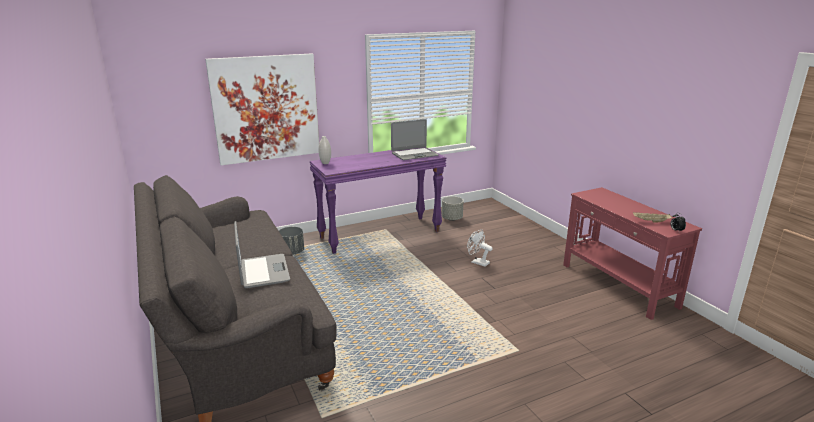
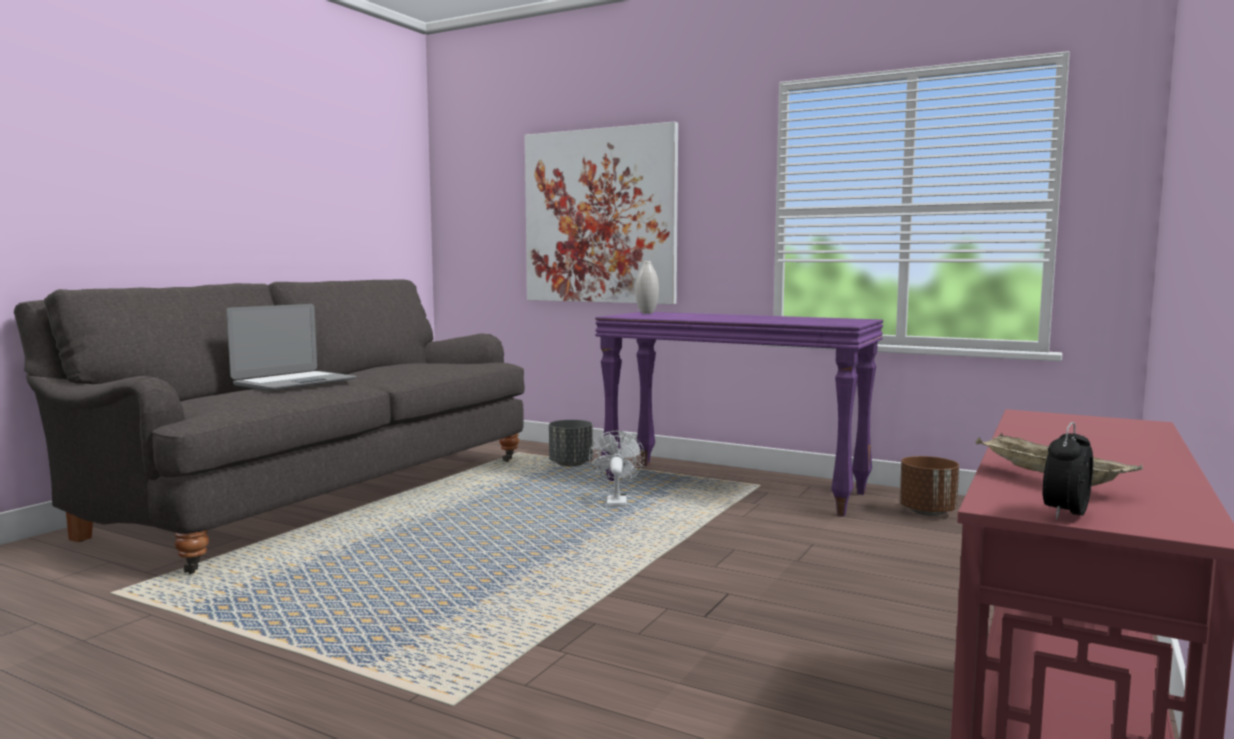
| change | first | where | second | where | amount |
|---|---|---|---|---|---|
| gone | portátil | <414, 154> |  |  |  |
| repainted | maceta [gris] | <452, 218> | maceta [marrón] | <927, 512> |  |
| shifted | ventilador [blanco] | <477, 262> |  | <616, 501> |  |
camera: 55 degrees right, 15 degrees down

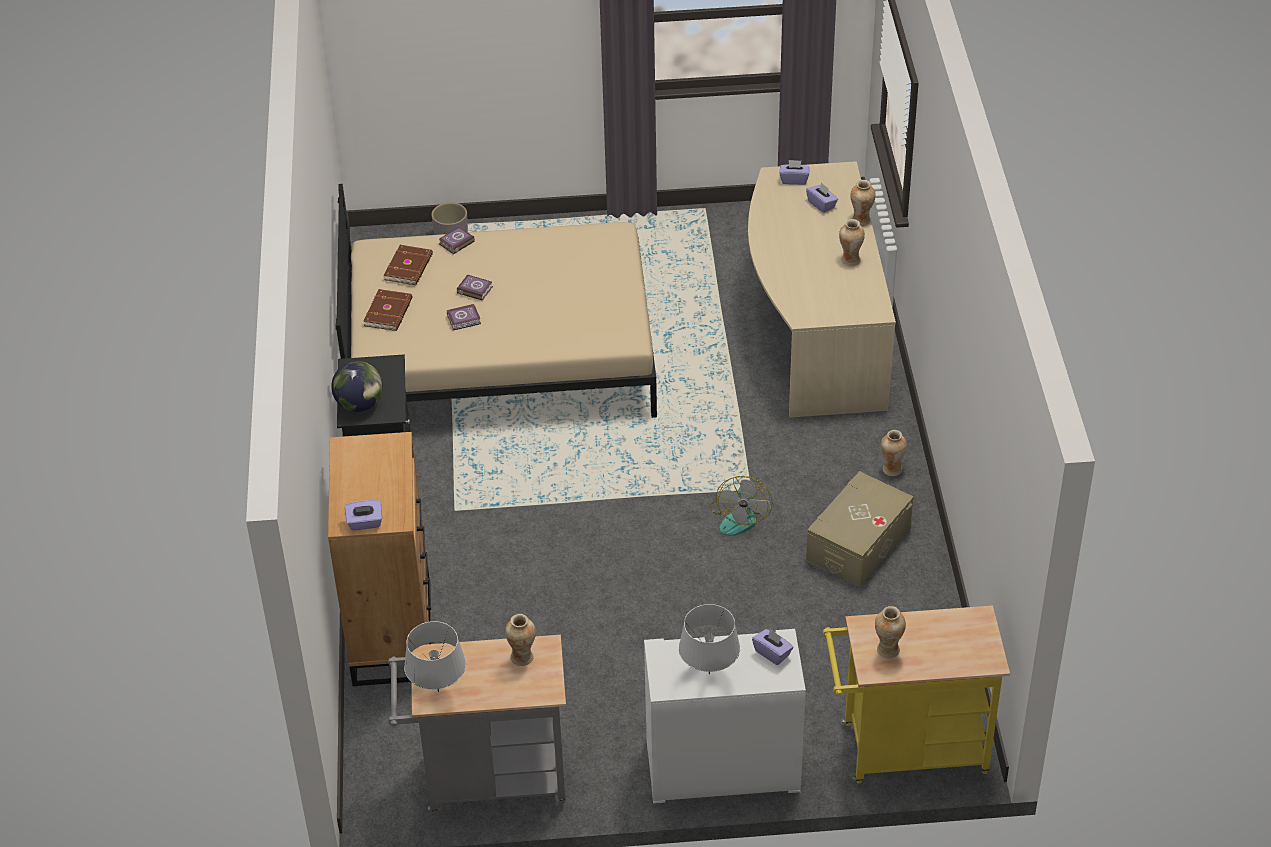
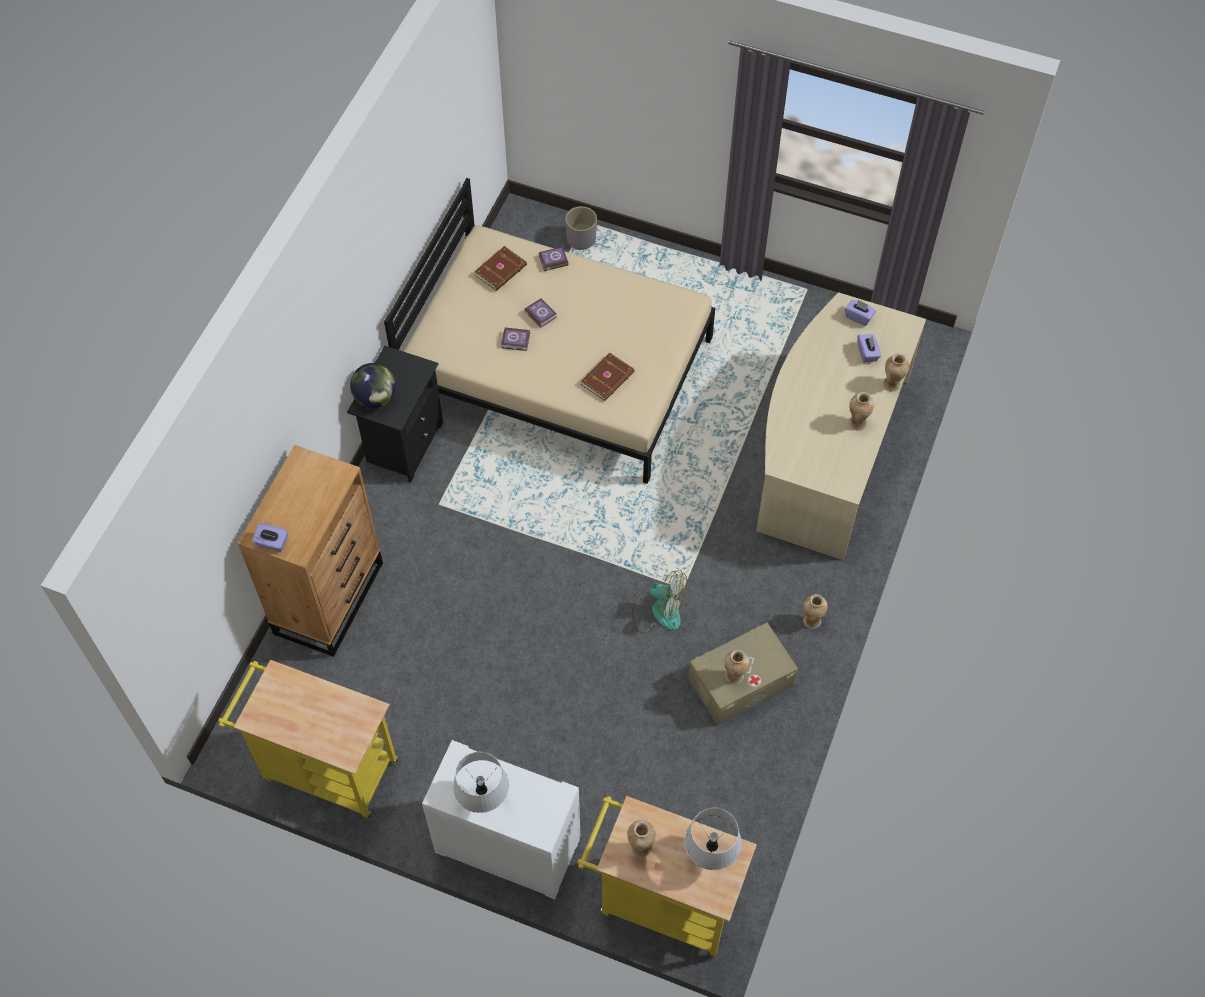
| change | first | where | second | where | amount |
|---|---|---|---|---|---|
| shifted | libro [marrón] | <389, 312> |  | <608, 378> |  |
| rotated | ventilador | <739, 516> |  | <658, 611> | 105 degrees counterclockwise |
| shifted | florero | <522, 657> |  | <734, 676> |  |
| shifted | lámpara de mesa [gris] | <438, 691> |  | <710, 854> |  |
| gone | caja de pañuelos [morado] | <772, 653> |  |  |  |
| repainted | carrito [gris] | <486, 779> | carrito [amarillo] | <323, 768> |  |
camera: 25 degrees right, 15 degrees up

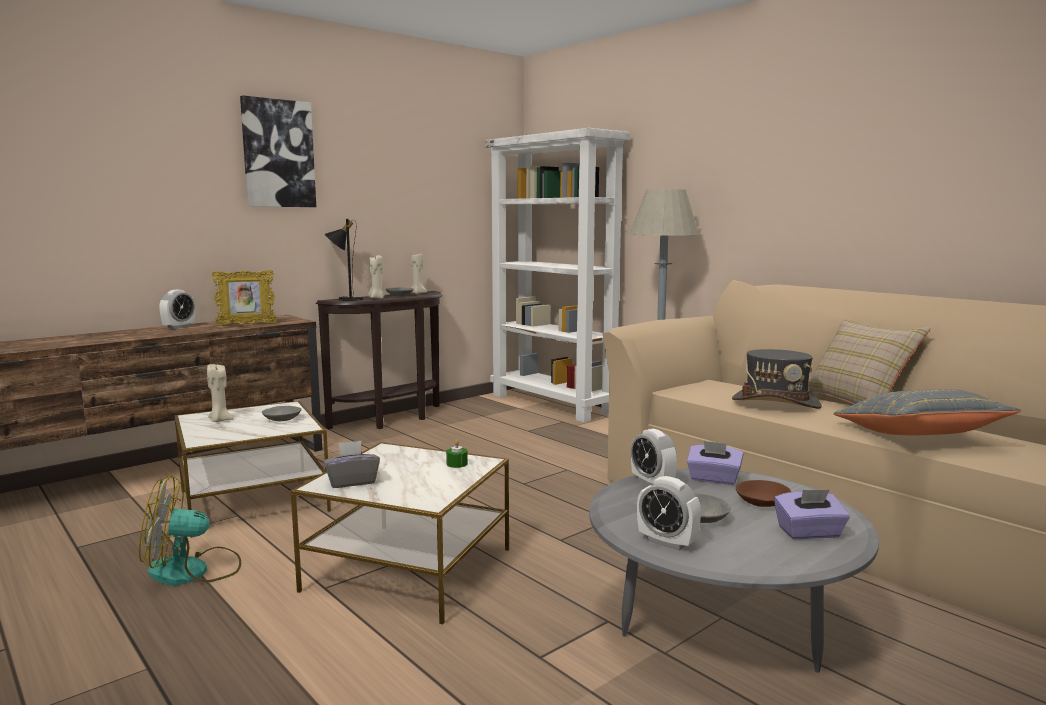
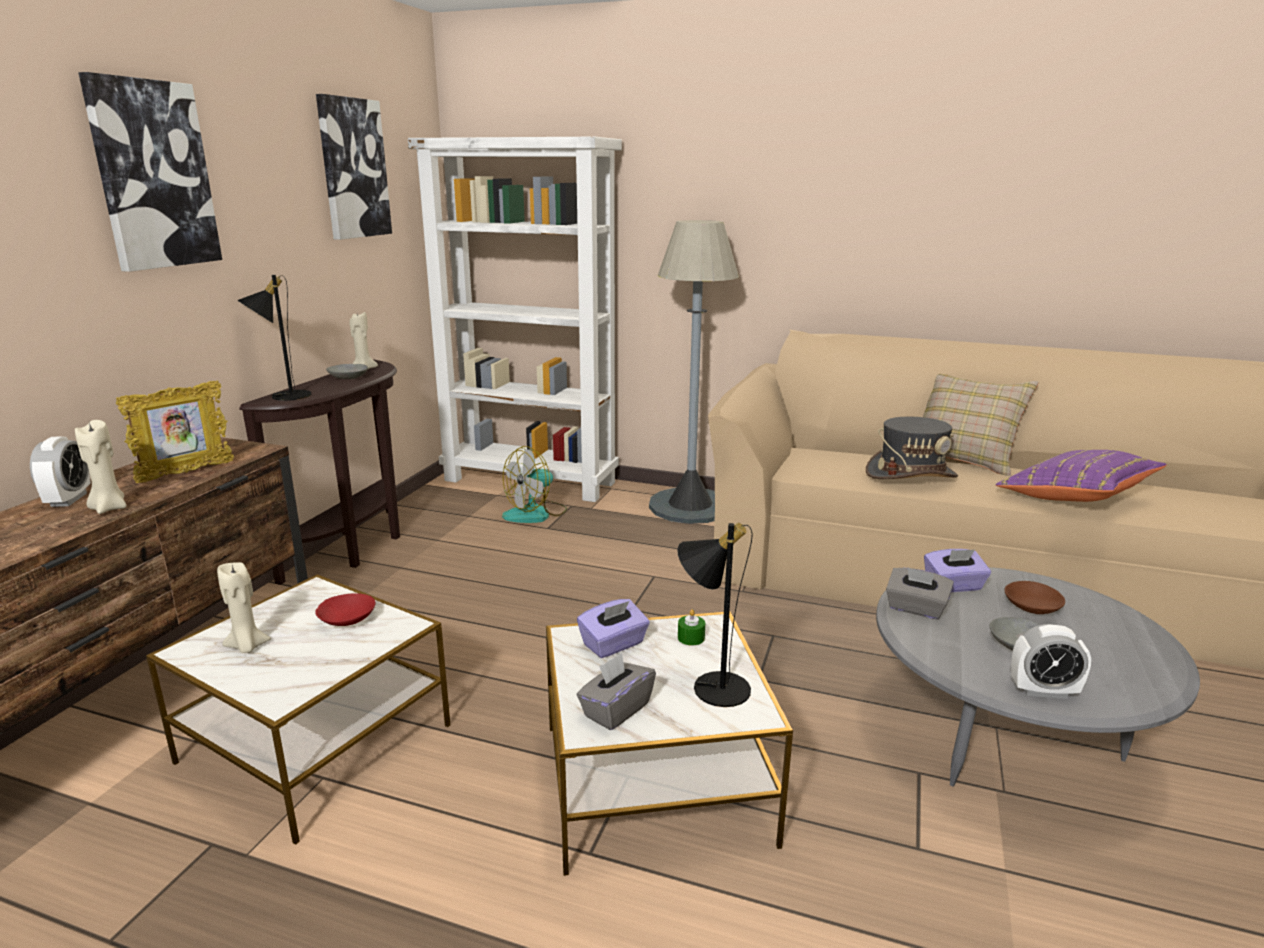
| change | first | where | second | where | amount |
|---|---|---|---|---|---|
| shifted | vela [beis] | <376, 298> |  | <109, 508> |  |
| repainted | cojín [gris] | <918, 437> | cojín [morado] | <1074, 498> |  |
| repainted | cuenco [gris] | <282, 419> | cuenco [rojo] | <347, 619> |  |
| swapped | despertador | <652, 483> | caja de pañuelos [gris] | <916, 609> |  |
| shifted | ventilador | <193, 571> |  | <535, 513> |  |
| shifted | caja de pañuelos [morado] | <809, 533> |  | <614, 644> |  |
| new |  |  | cuadro | <353, 168> |  |
| new |  |  | lámpara de mesa [negro] | <712, 684> |  |
camera: 30 degrees left, 10 degrees up

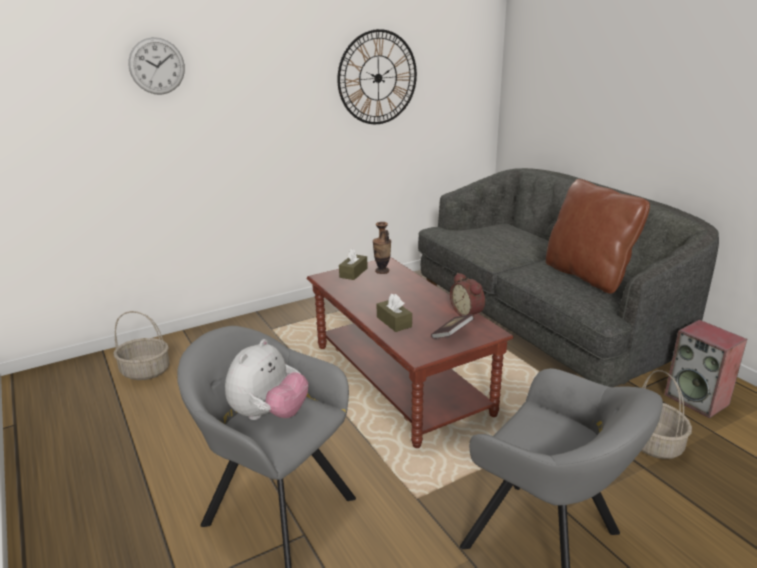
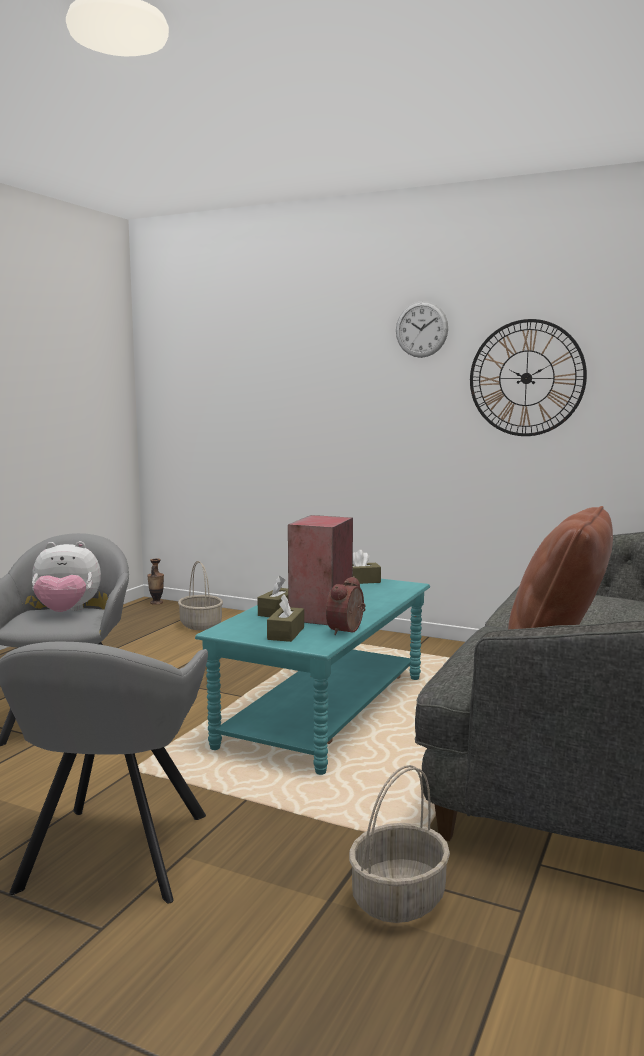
| change | first | where | second | where | amount |
|---|---|---|---|---|---|
| shifted | reloj de pared | <157, 66> |  | <421, 329> |  |
| shifted | florero | <382, 271> |  | <156, 603> |  |
| repainted | mesa de centro [marrón] | <400, 379> | mesa de centro [turquesa] | <325, 711> |  |
| swapped | libro | <452, 334> | caja de pañuelos [marrón] | <286, 633> |  |
| shifted | altavoz | <697, 400> |  | <321, 615> |  |
camera: 55 degrees right, 15 degrees down

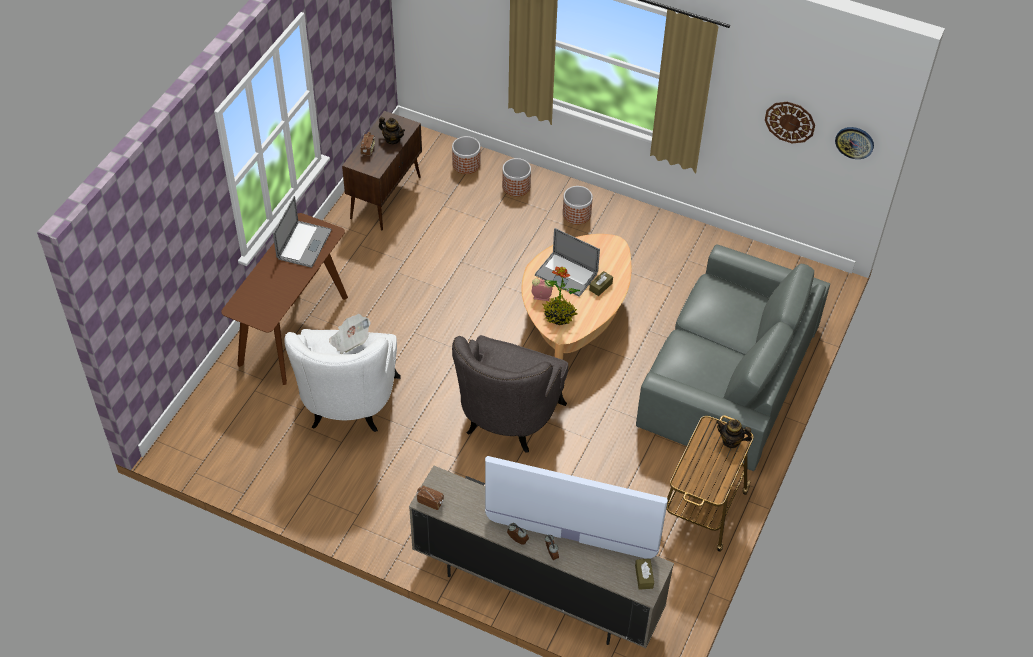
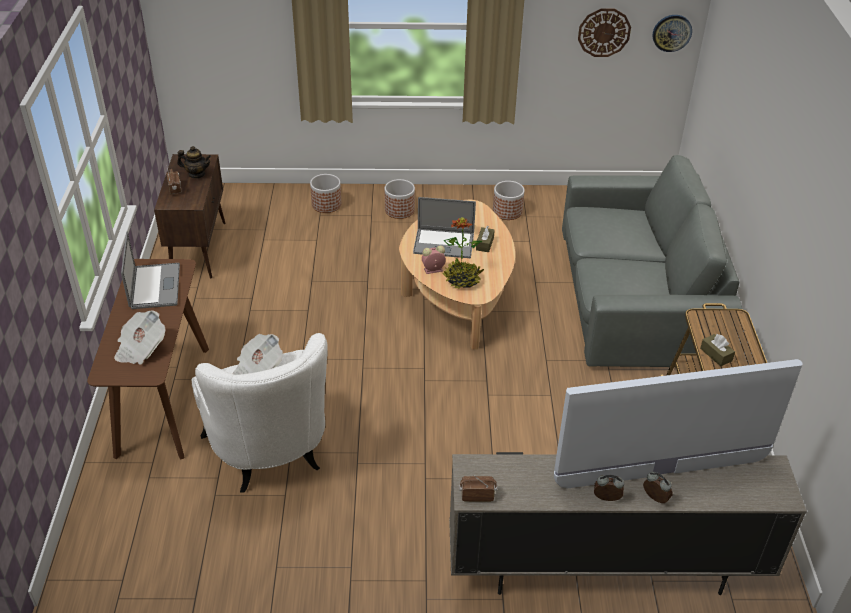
| change | first | where | second | where | amount |
|---|---|---|---|---|---|
| shifted | maceta | <466, 164> |  | <507, 211> |  |
| gone | sillón [gris] | <507, 420> |  |  |  |
| gone | tetera | <731, 441> |  |  |  |
| shifted | caja de pañuelos [marrón] | <644, 577> |  | <716, 354> |  |
| new |  |  | periódico | <140, 349> |  |
camera: 25 degrees left, 10 degrees down

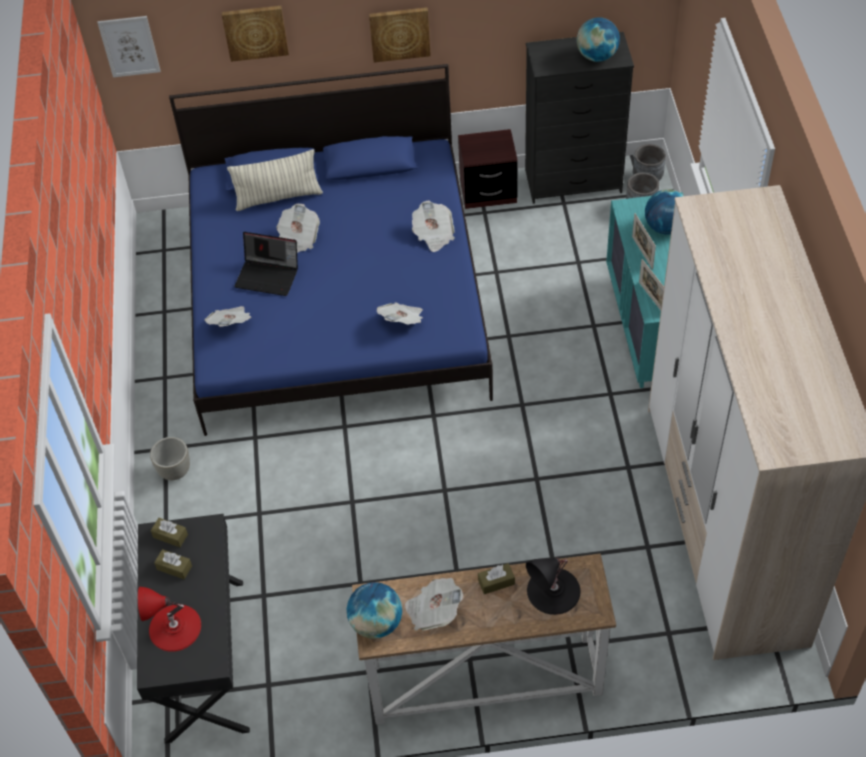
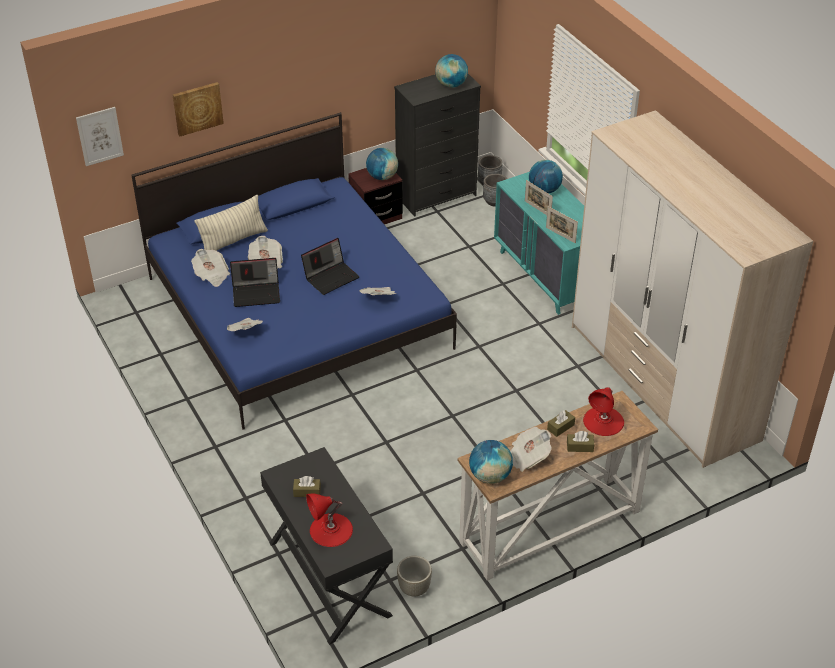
| change | first | where | second | where | amount |
|---|---|---|---|---|---|
| gone | cuadro | <399, 33> |  |  |  |
| shifted | periódico | <433, 235> |  | <211, 275> |  |
| shifted | maceta [gris] | <175, 471> |  | <414, 588> |  |
| shifted | caja de pañuelos [marrón] | <170, 536> |  | <580, 447> |  |
| repainted | lámpara de mesa [negro] | <553, 591> | lámpara de mesa [rojo] | <603, 421> |  |
| new |  |  | globo terráqueo | <382, 177> |  |
| new |  |  | portátil | <331, 277> |  |
camera: 25 degrees left, 10 degrees down

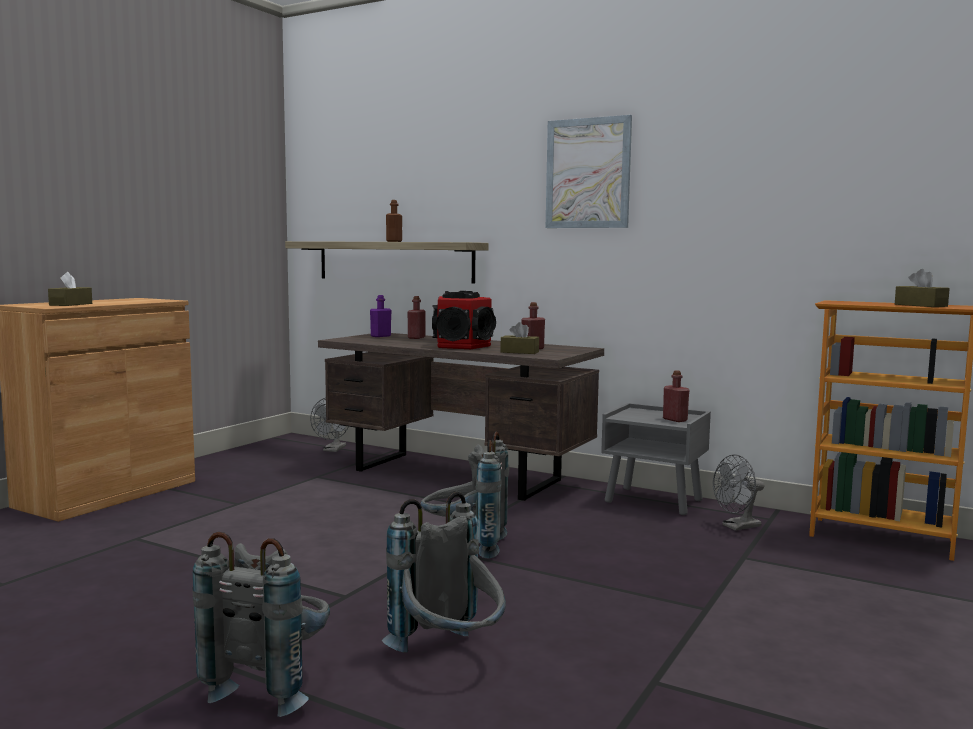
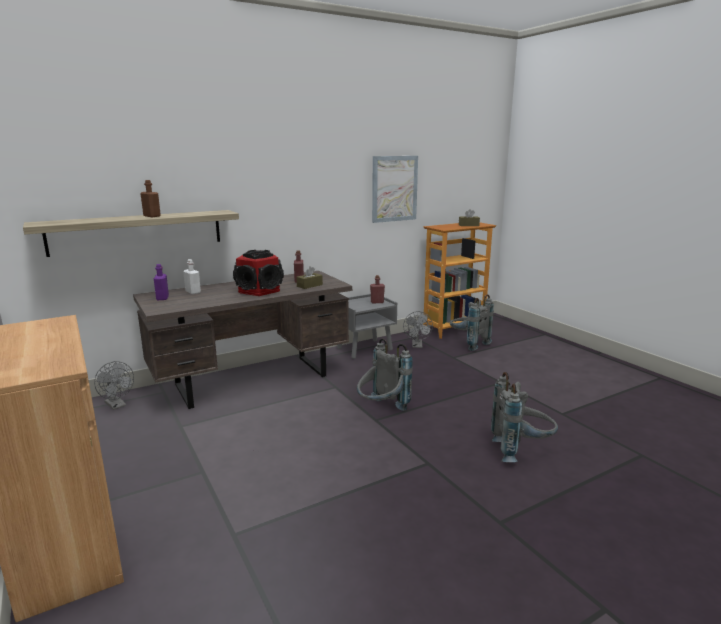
| change | first | where | second | where | amount |
|---|---|---|---|---|---|
| shifted | cuadro | <588, 173> |  | <394, 188> |  |
| gone | caja de pañuelos [marrón] | <71, 304> |  |  |  |
| repainted | botella [rojo] | <416, 338> | botella [blanco] | <193, 292> |  |
| shifted | mochila [gris] | <272, 685> |  | <468, 344> |  |
camera: 60 degrees left, 10 degrees up

